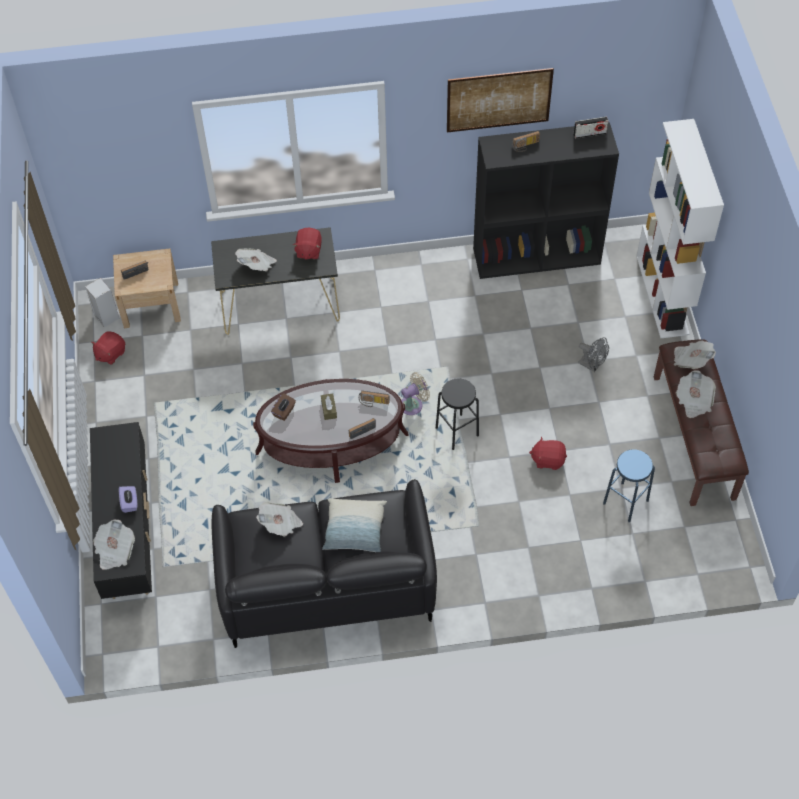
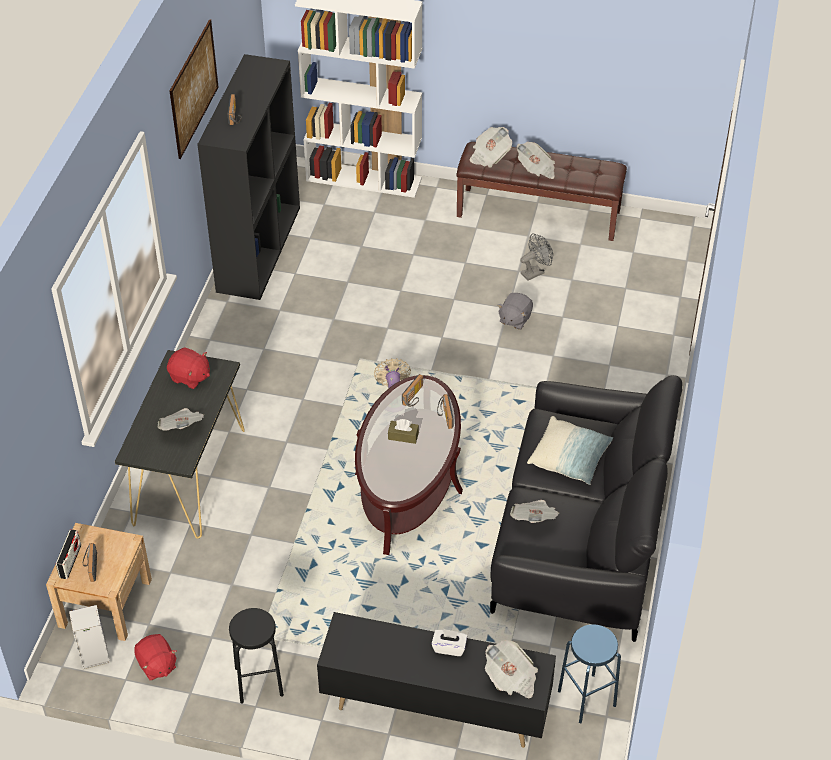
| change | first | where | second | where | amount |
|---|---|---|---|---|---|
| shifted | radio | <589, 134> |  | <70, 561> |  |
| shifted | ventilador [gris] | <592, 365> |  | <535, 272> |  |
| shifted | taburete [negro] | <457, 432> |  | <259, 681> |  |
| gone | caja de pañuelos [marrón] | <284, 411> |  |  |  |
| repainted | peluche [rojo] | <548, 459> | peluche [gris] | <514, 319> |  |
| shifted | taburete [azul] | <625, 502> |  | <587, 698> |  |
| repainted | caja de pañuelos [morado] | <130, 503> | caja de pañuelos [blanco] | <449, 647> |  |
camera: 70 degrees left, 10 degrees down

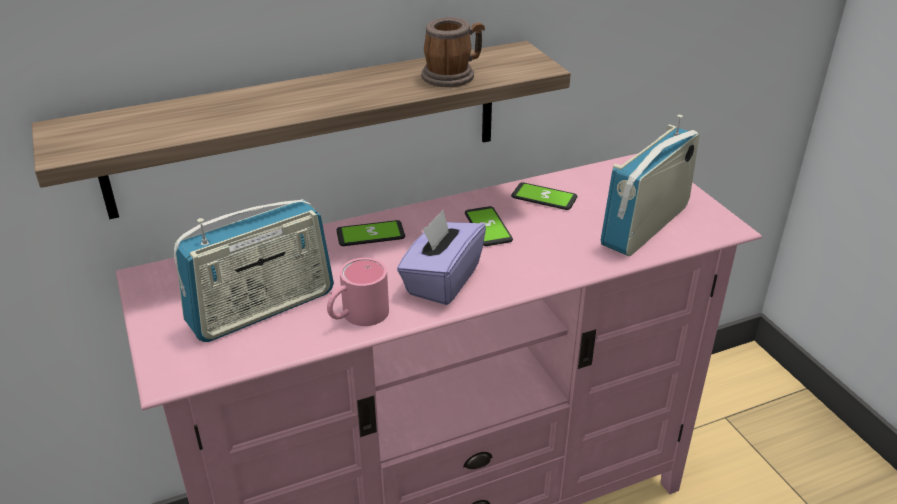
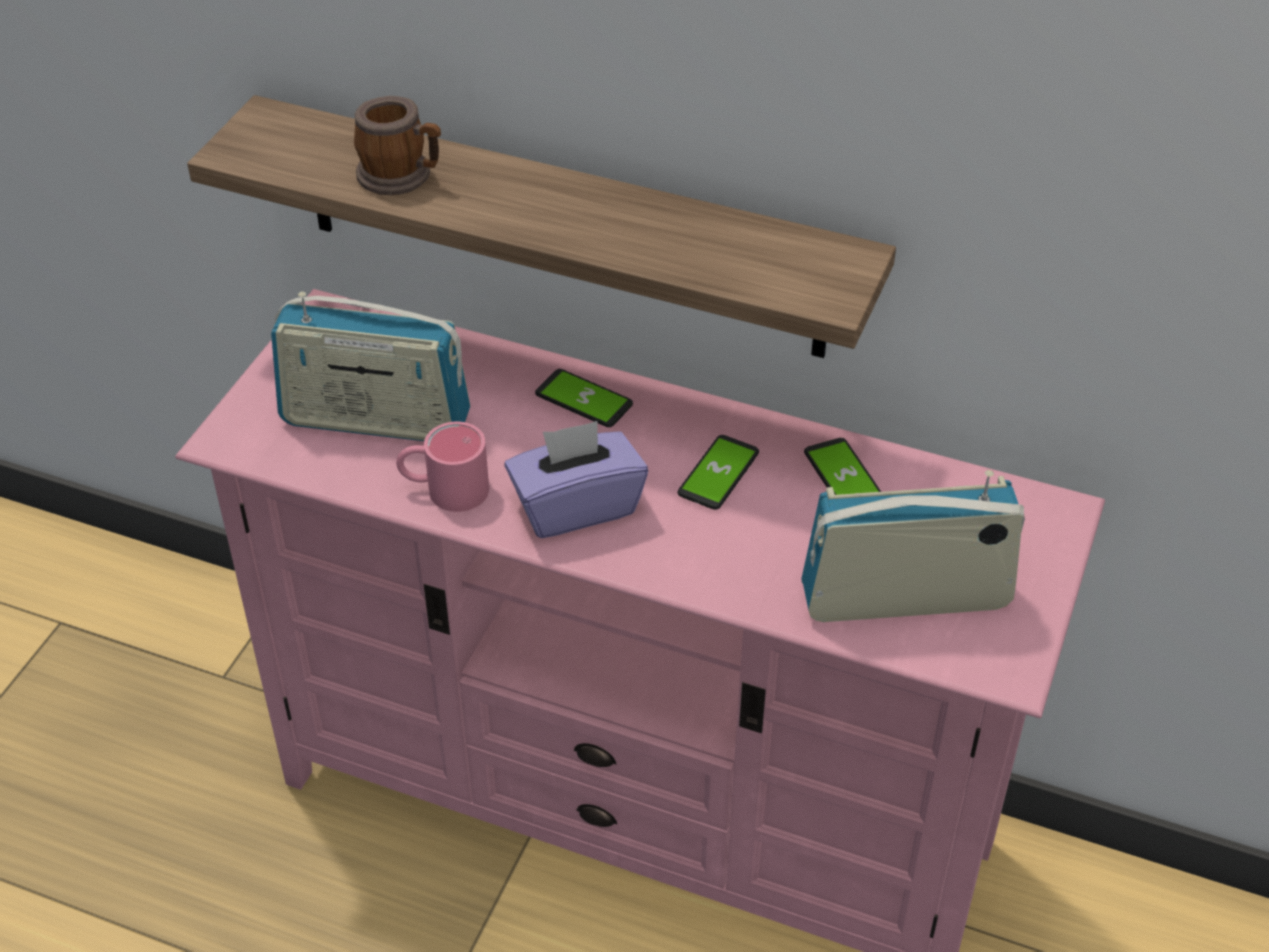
| change | first | where | second | where | amount |
|---|---|---|---|---|---|
| shifted | taza grande | <453, 75> |  | <402, 176> |  |
camera: 45 degrees right, 10 degrees up

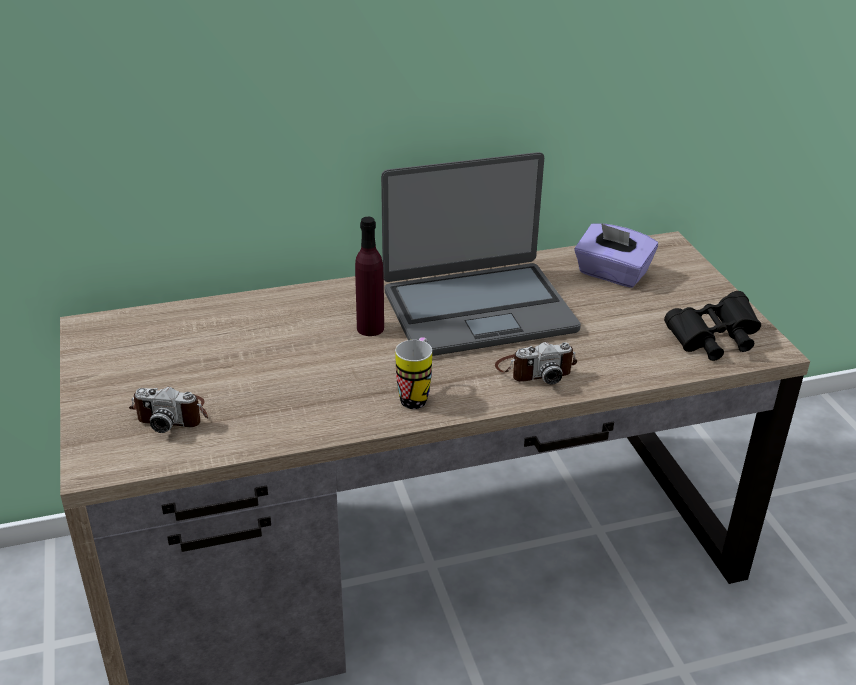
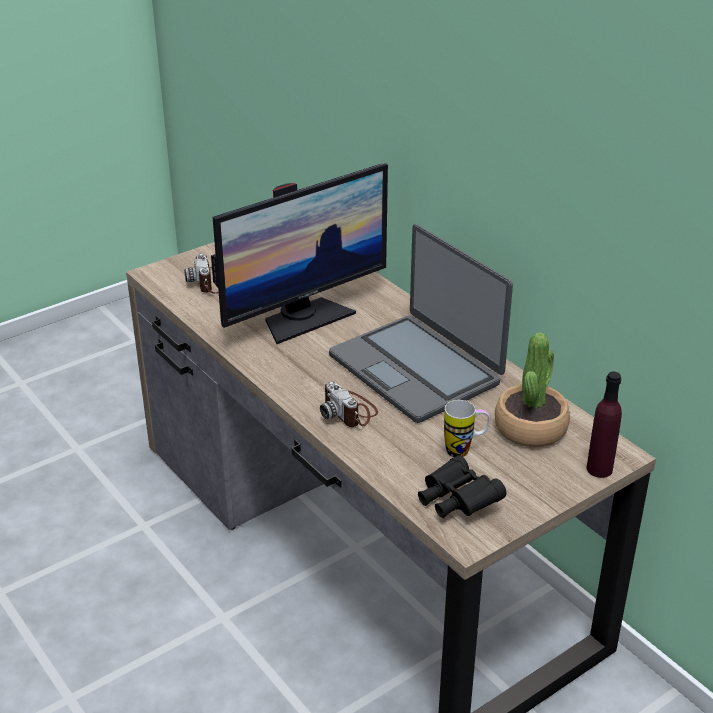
| change | first | where | second | where | amount |
|---|---|---|---|---|---|
| shifted | botella [morado] | <370, 328> |  | <599, 469> |  |
| swapped | caja de pañuelos [morado] | <612, 274> | planta en maceta | <531, 428> |  |
| shifted | taza grande | <416, 396> |  | <465, 450> |  |
| new |  |  | monitor | <303, 317> |  |
camera: 70 degrees right, 0 degrees up

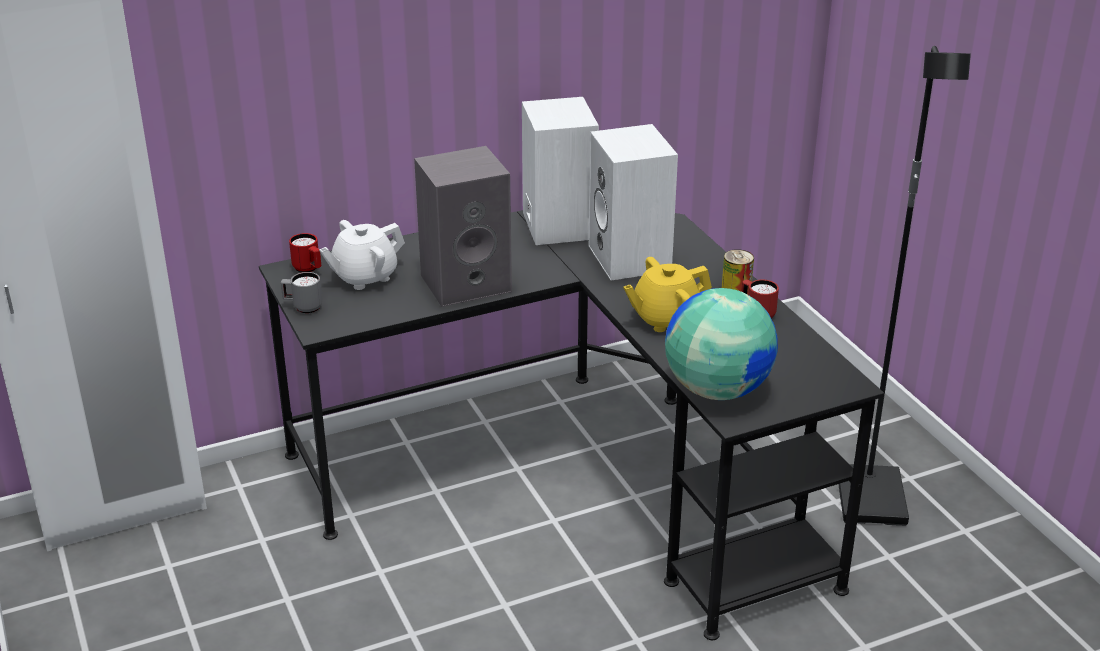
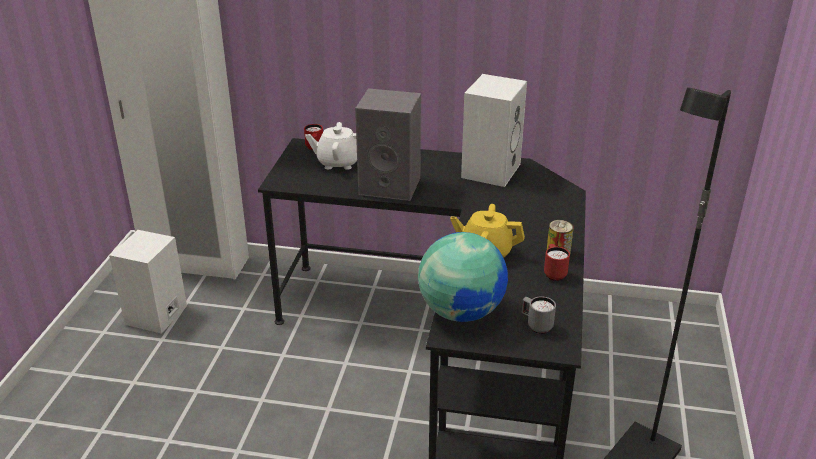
| change | first | where | second | where | amount |
|---|---|---|---|---|---|
| shifted | altavoz [blanco] | <632, 259> |  | <156, 316> |  |
| shifted | taza grande [gris] | <303, 307> |  | <536, 325> |  |
camera: 35 degrees right, 0 degrees up

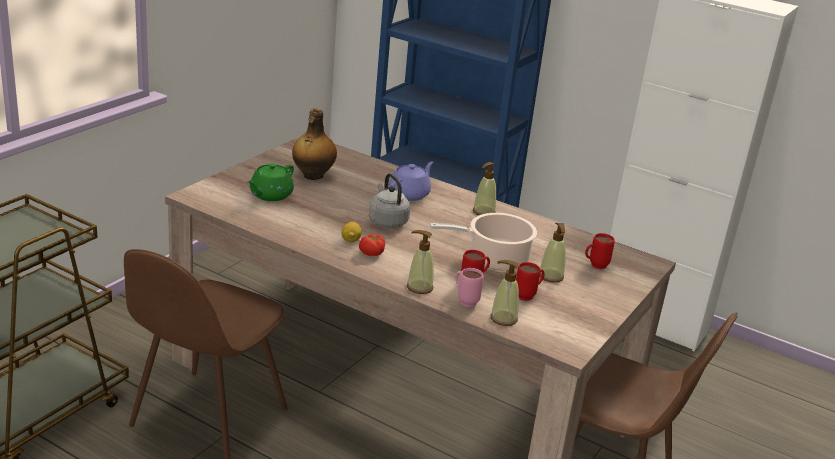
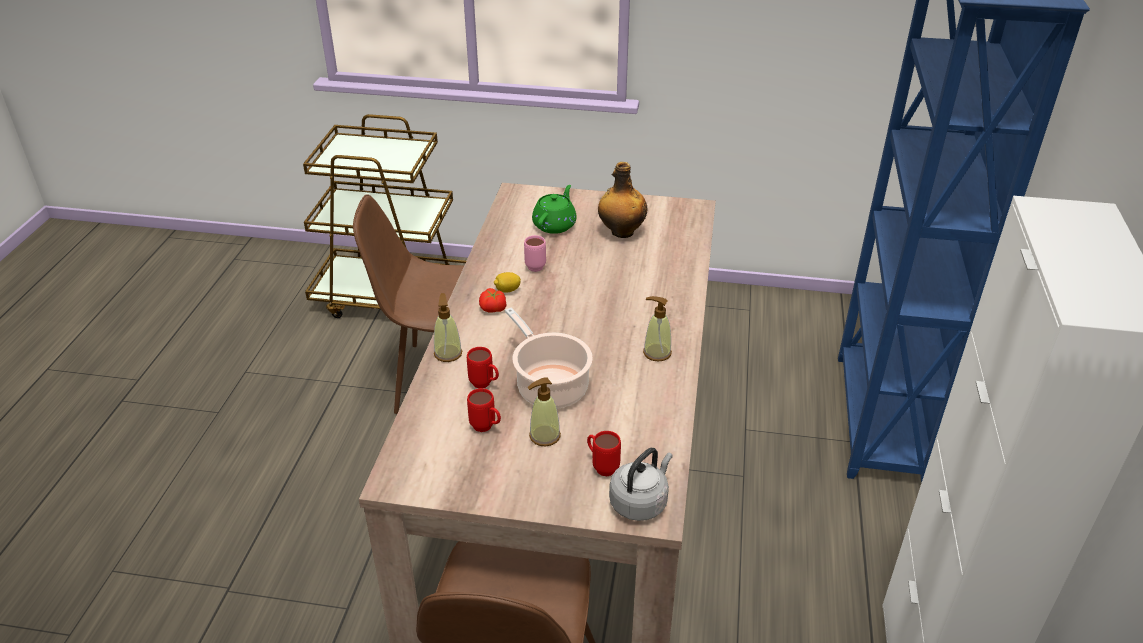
| change | first | where | second | where | amount |
|---|---|---|---|---|---|
| gone | tetera [morado] | <410, 194> |  |  |  |
| rotated | tetera [verde] | <270, 195> |  | <555, 225> | 105 degrees clockwise |
| shifted | hervidor [gris] | <387, 221> |  | <640, 502> |  |
| gone | dispensador de jabón | <503, 319> |  |  |  |
| shifted | taza grande [rosa] | <464, 301> |  | <537, 265> |  |
camera: 70 degrees right, 10 degrees up

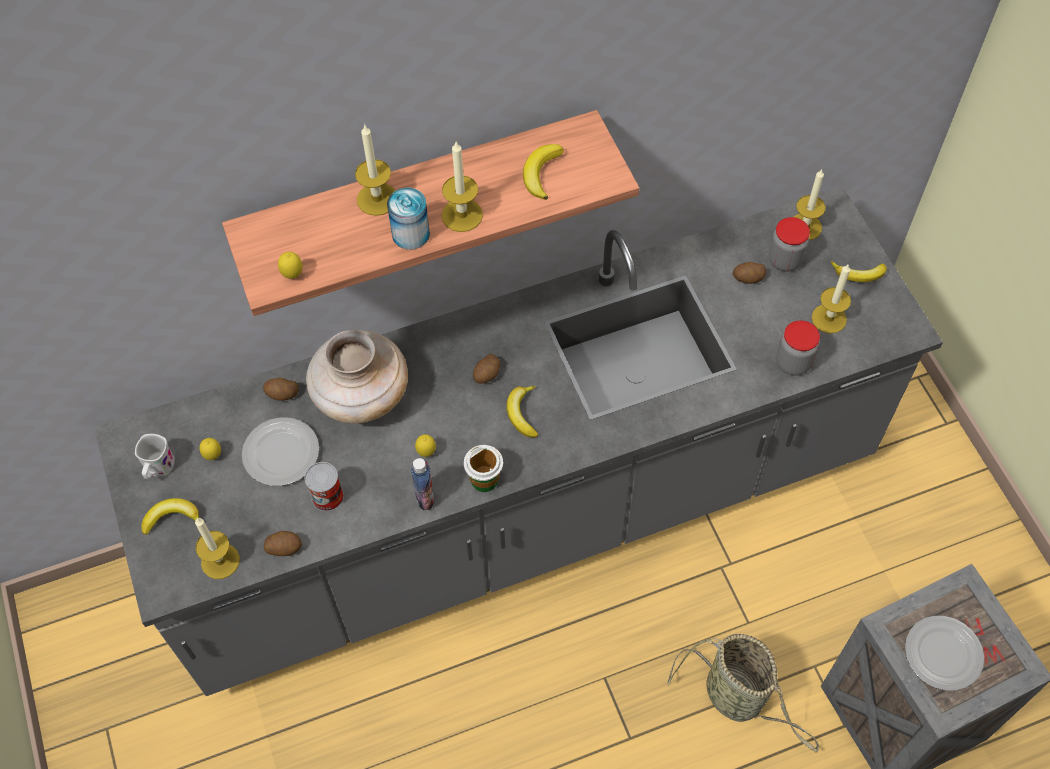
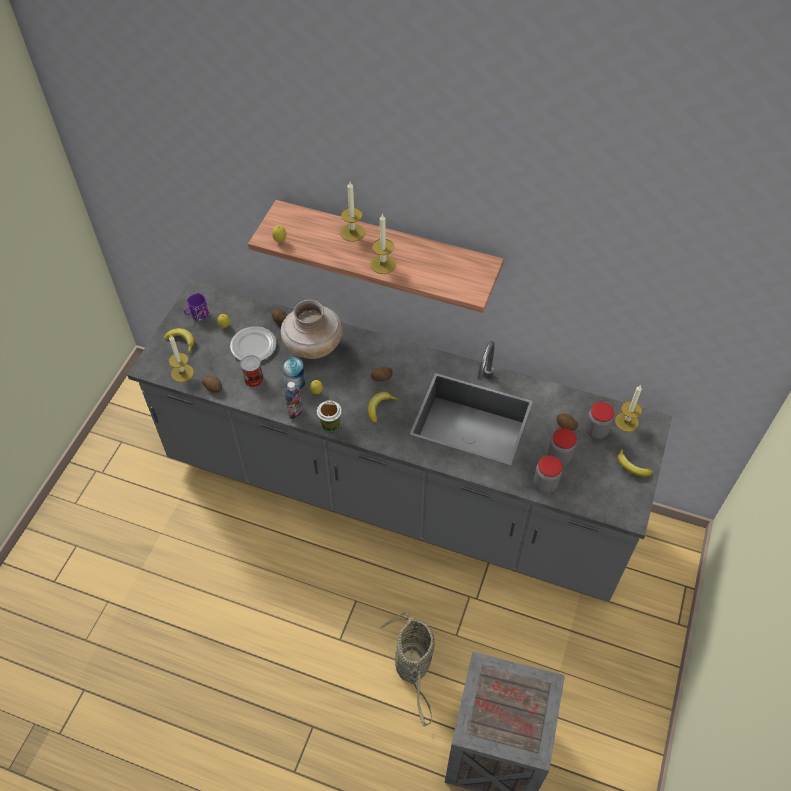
| change | first | where | second | where | amount |
|---|---|---|---|---|---|
| gone | plátano | <541, 173> |  |  |  |
| shifted | lata | <410, 234> |  | <295, 382> |  |
| gone | vela | <829, 318> |  |  |  |
| repainted | taza grande [blanco] | <158, 469> | taza grande [morado] | <197, 315> |  |
| gone | plato | <942, 654> |  |  |  |
| new |  |  | tarro | <559, 457> |  |
camera: 40 degrees right, 5 degrees down

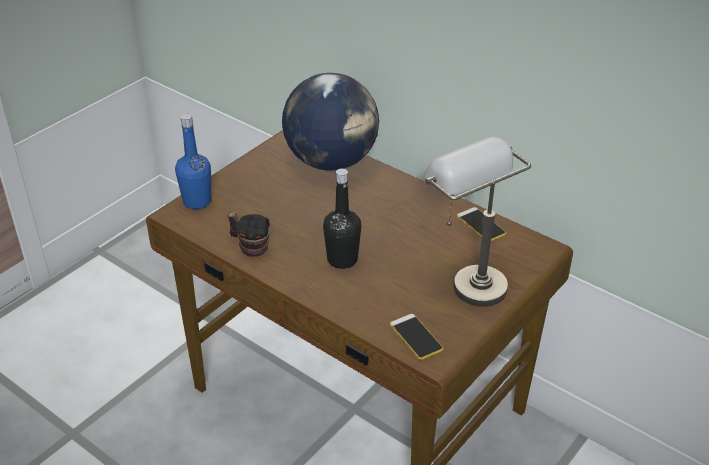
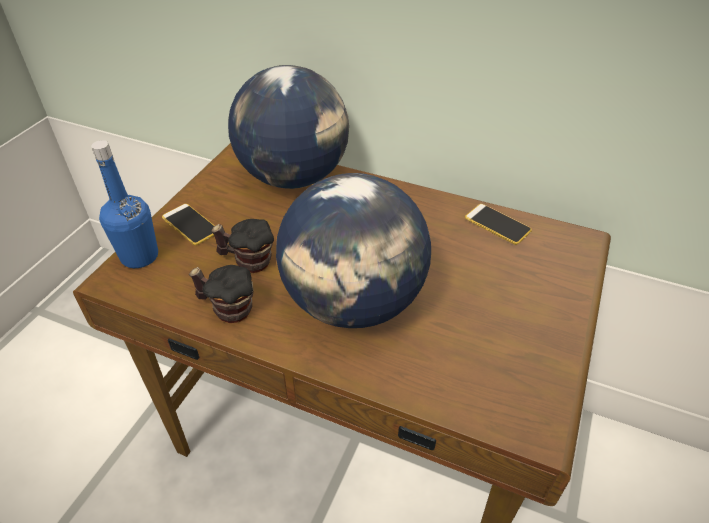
| change | first | where | second | where | amount |
|---|---|---|---|---|---|
| gone | lámpara de mesa [gris] | <466, 278> |  |  |  |
| swapped | botella [negro] | <342, 259> | globo terráqueo | <354, 302> |  |
| shifted | móvil | <416, 337> |  | <190, 225> |  |
| new |  |  | taza grande | <248, 261> |  |
camera: 15 degrees left, 5 degrees up

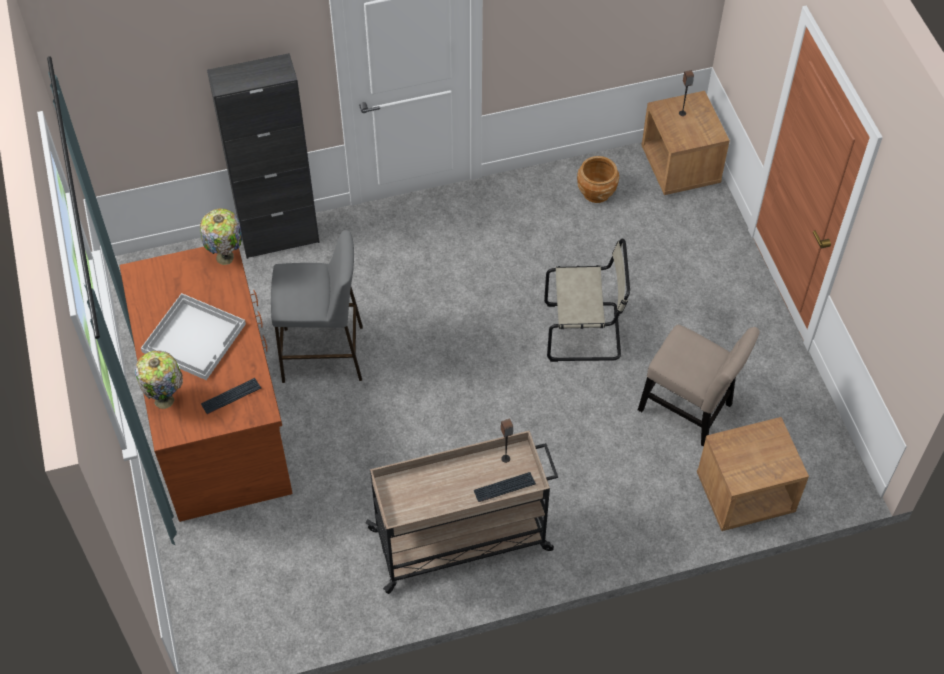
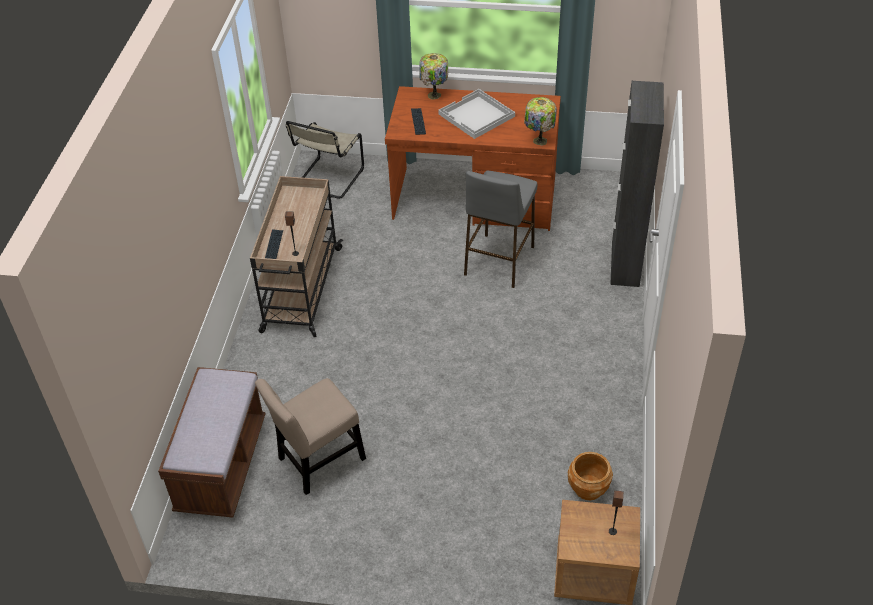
| change | first | where | second | where | amount |
|---|---|---|---|---|---|
| shifted | silla [beis] | <585, 332> |  | <328, 179> |  |
| swapped | mesita de noche [marrón] | <744, 494> | banco [marrón] | <221, 466> |  |
camera: 115 degrees right, 10 degrees down

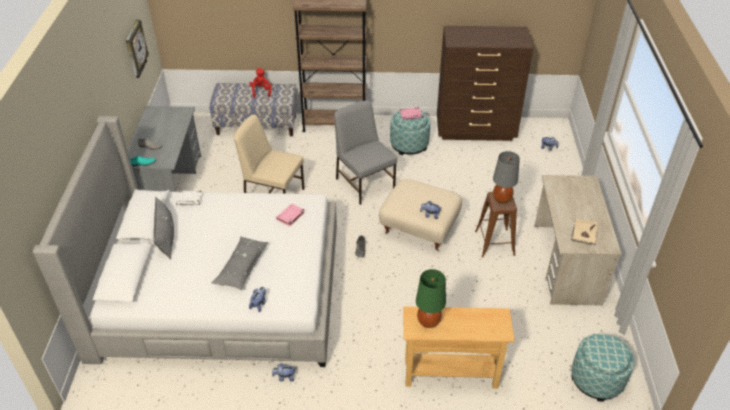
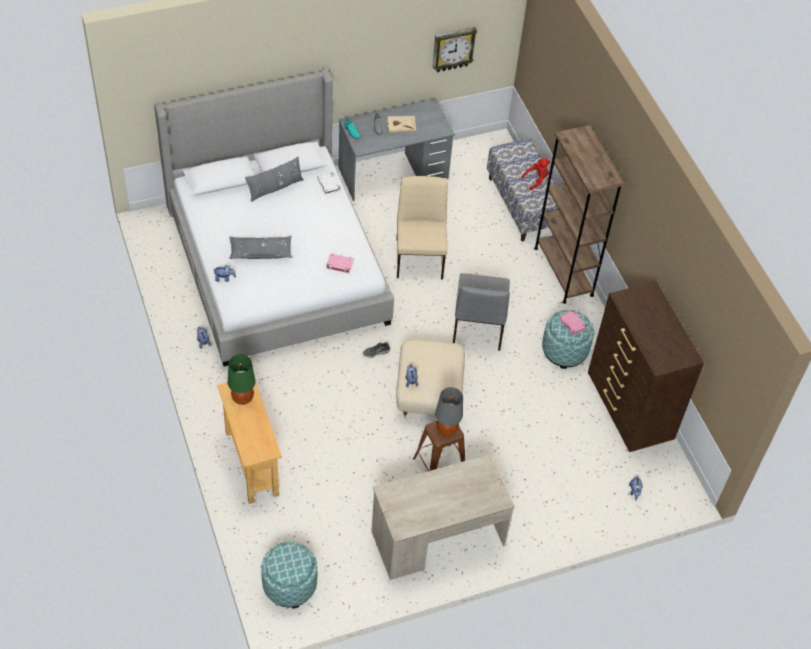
| change | first | where | second | where | amount |
|---|---|---|---|---|---|
| rotated | silla [gris] | <365, 183> |  | <477, 328> | 150 degrees clockwise |
| shifted | libro [beis] | <584, 233> |  | <401, 125> |  |
camera: 65 degrees right, 10 degrees up

